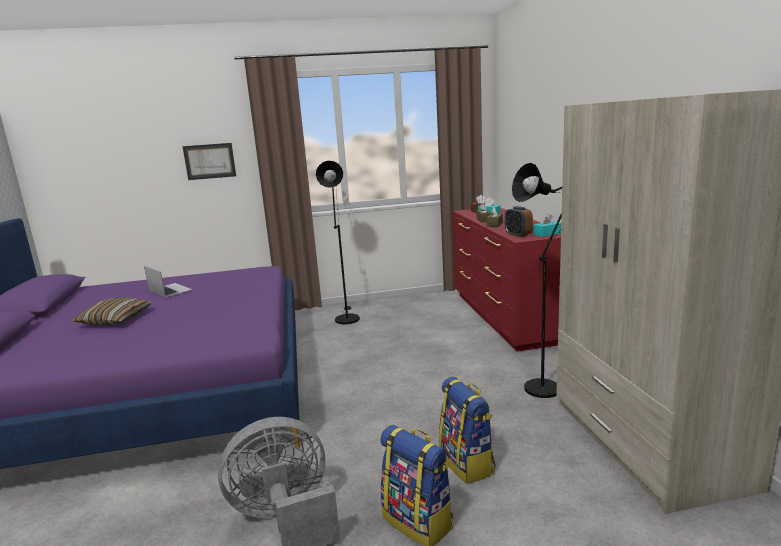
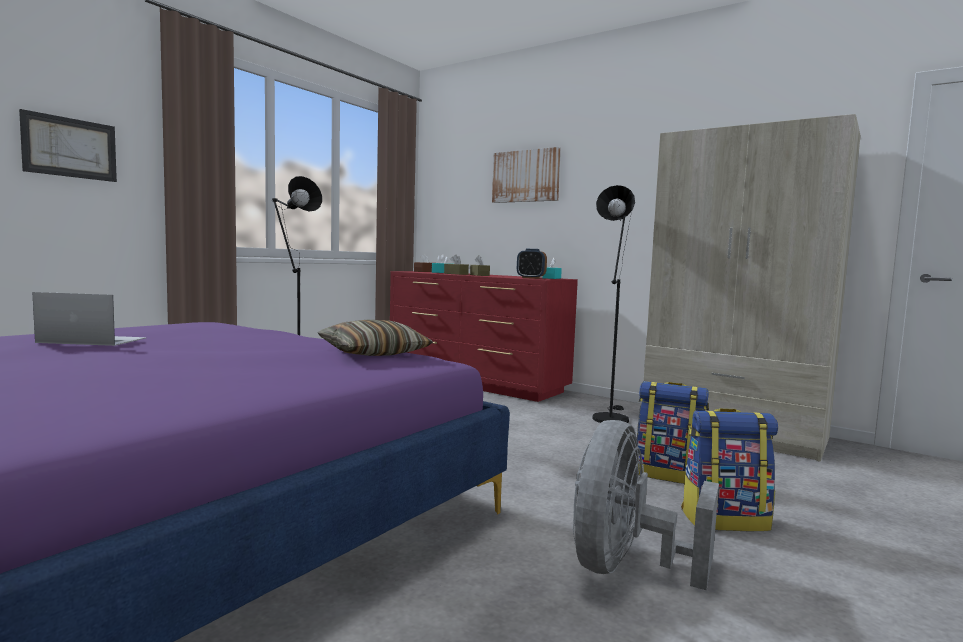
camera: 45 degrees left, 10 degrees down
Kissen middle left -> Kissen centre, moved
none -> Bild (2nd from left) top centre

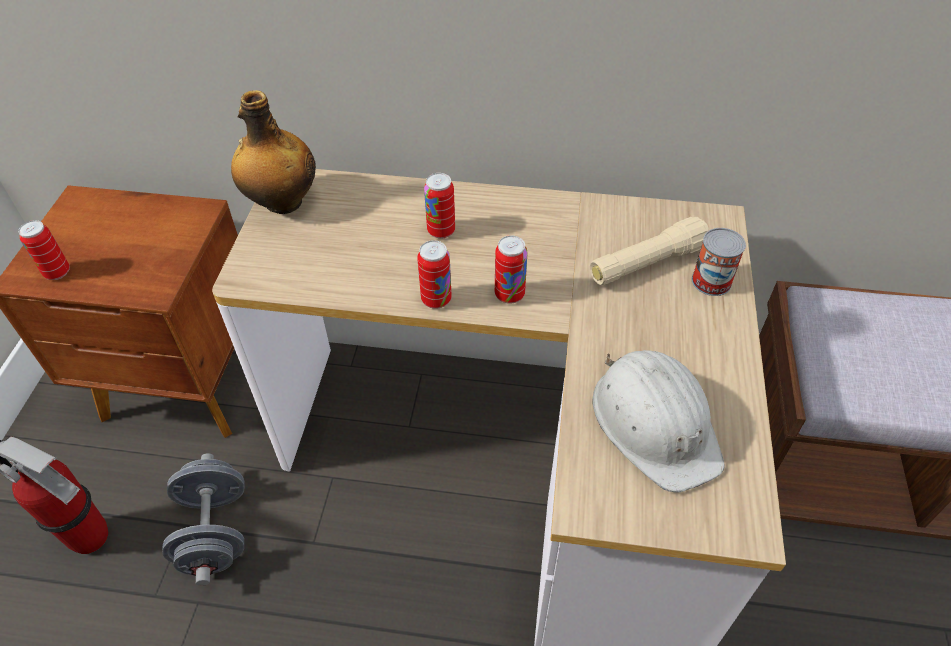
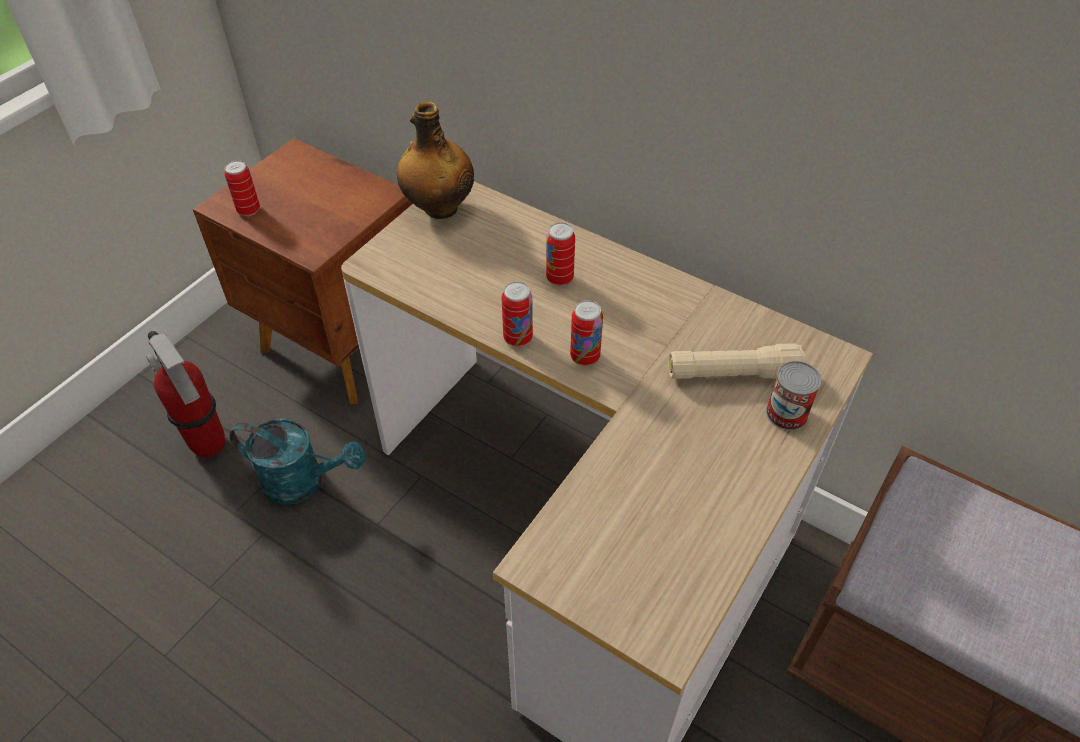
camera: 25 degrees right, 0 degrees up
Hantel/grau bottom left -> Gießkanne/türkis middle left
Schutzhelm/weiß middle right -> none

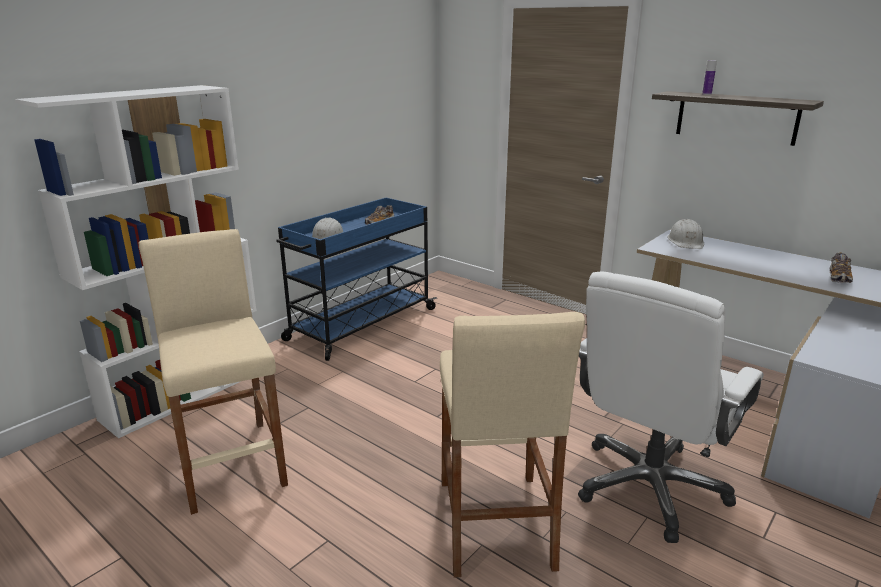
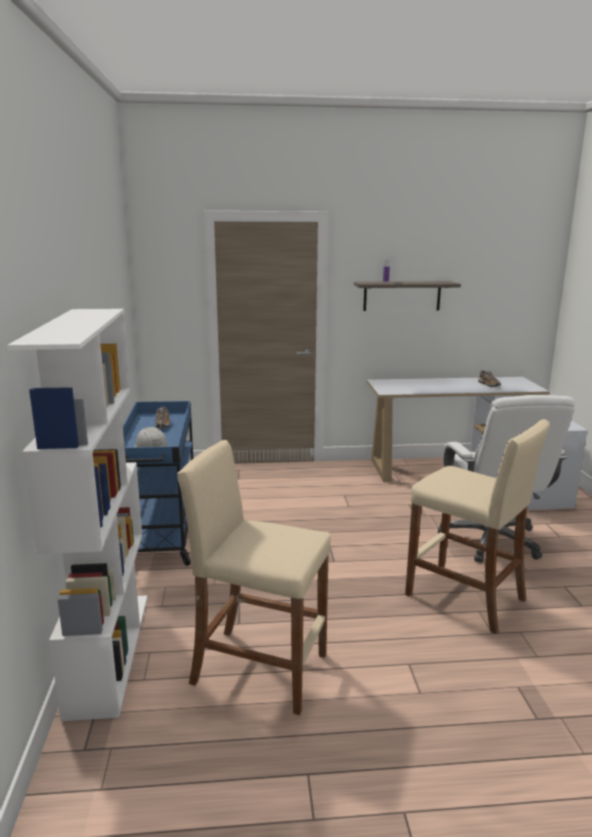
camera: 45 degrees left, 5 degrees down
Schutzhelm/weiß (2nd from left) middle right -> none

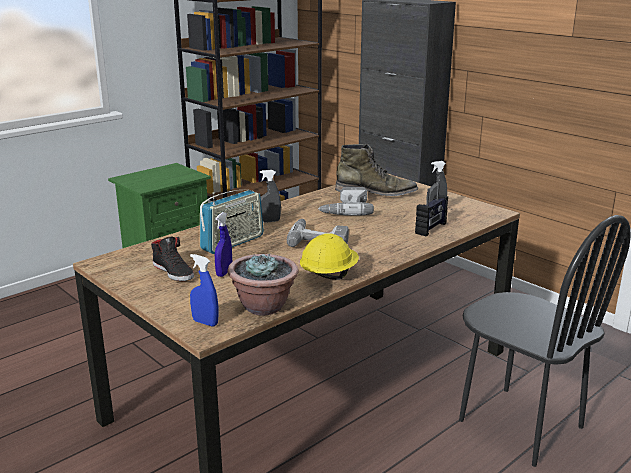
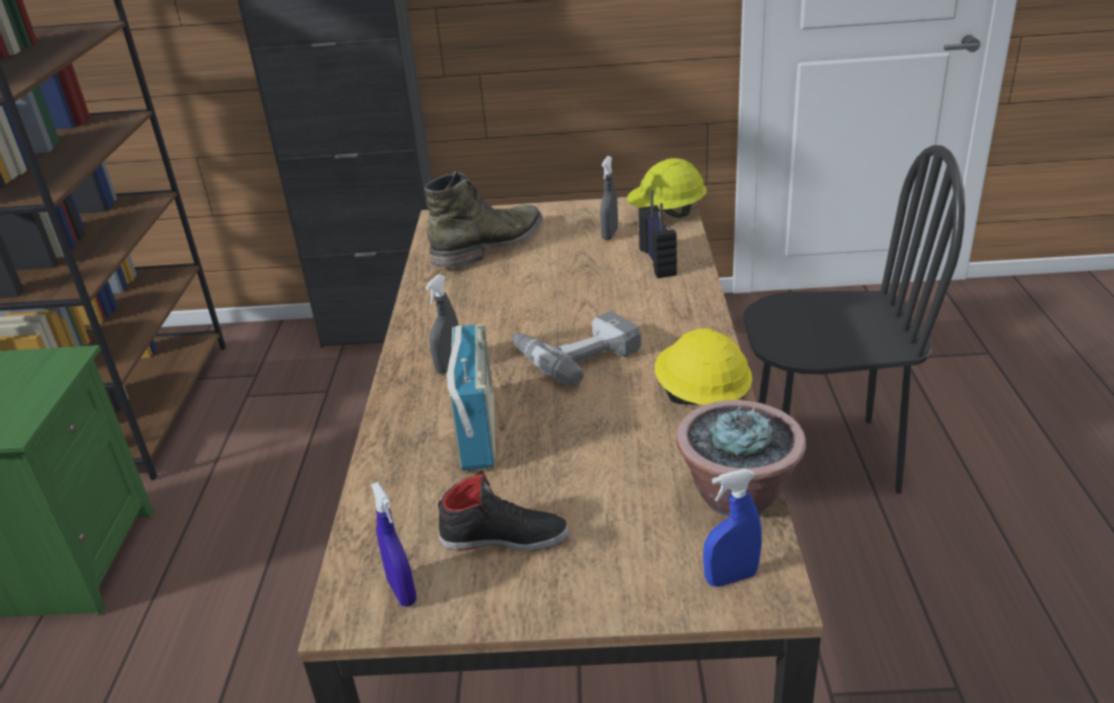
camera: 45 degrees left, 10 degrees up
Sprühflasche/blau (2nd from left in the first image) centre -> Sprühflasche/blau (1st from left) bottom centre, moved
none -> Schutzhelm/gelb (1st from left) top centre
Bohrmaschine (2nd from left) centre -> none

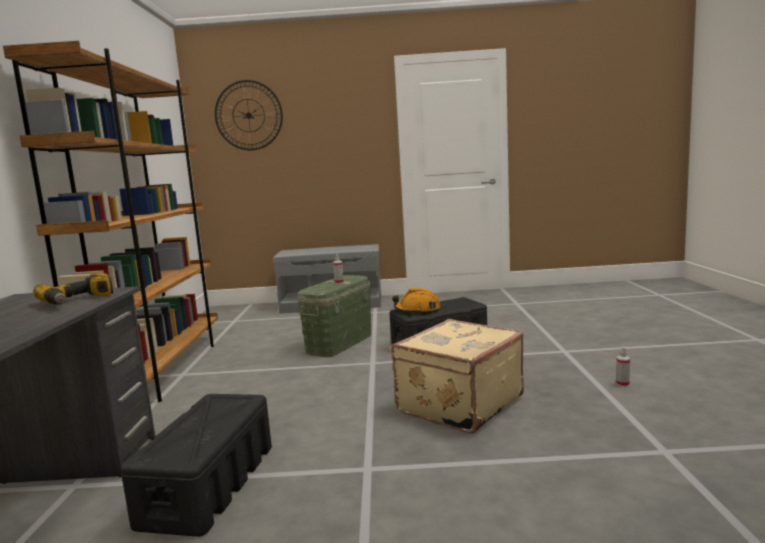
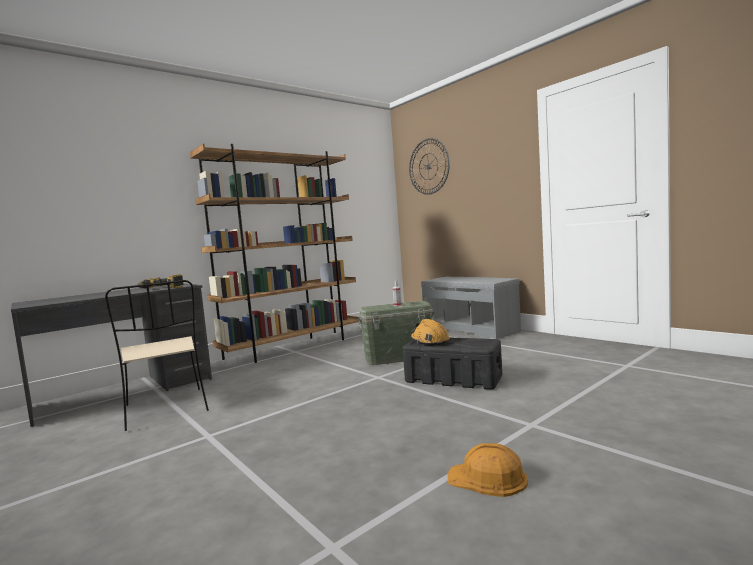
camera: 50 degrees right, 5 degrees down
Aufbewahrungsbox/schwarz (1st from left) bottom left -> Stuhl/beige middle left
Sprühflasche (2nd from left) bottom right -> Schutzhelm/orange (2nd from left) bottom centre
Koffer/beige bottom centre -> none

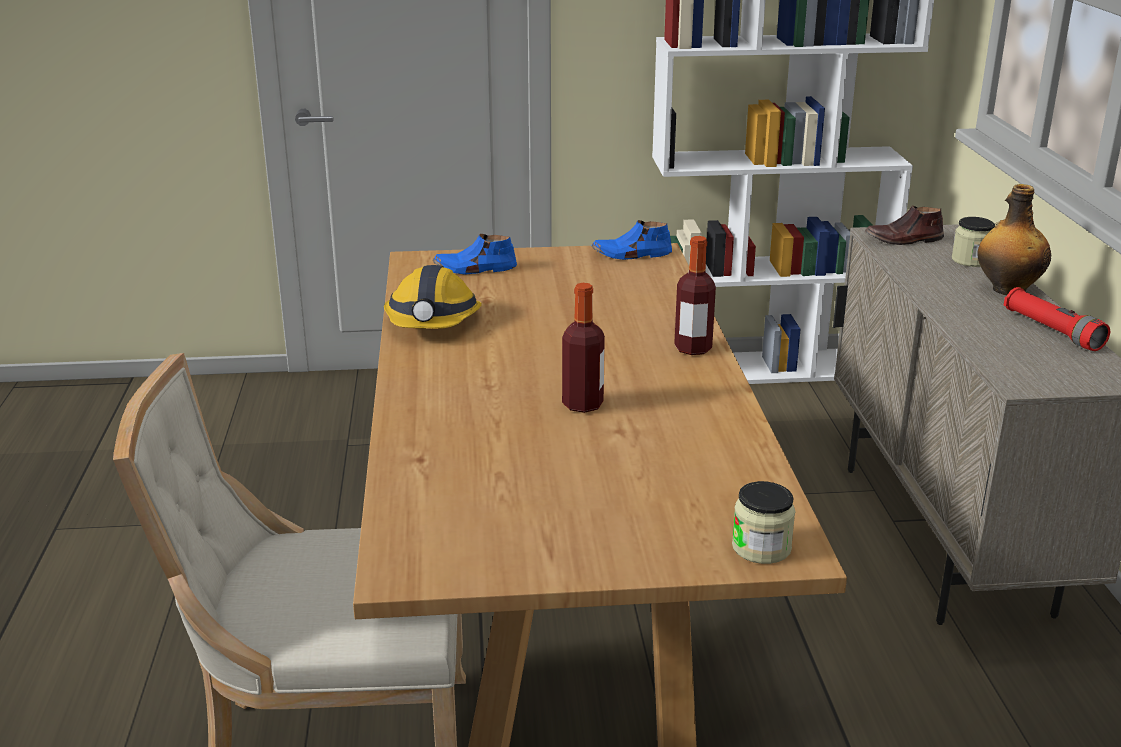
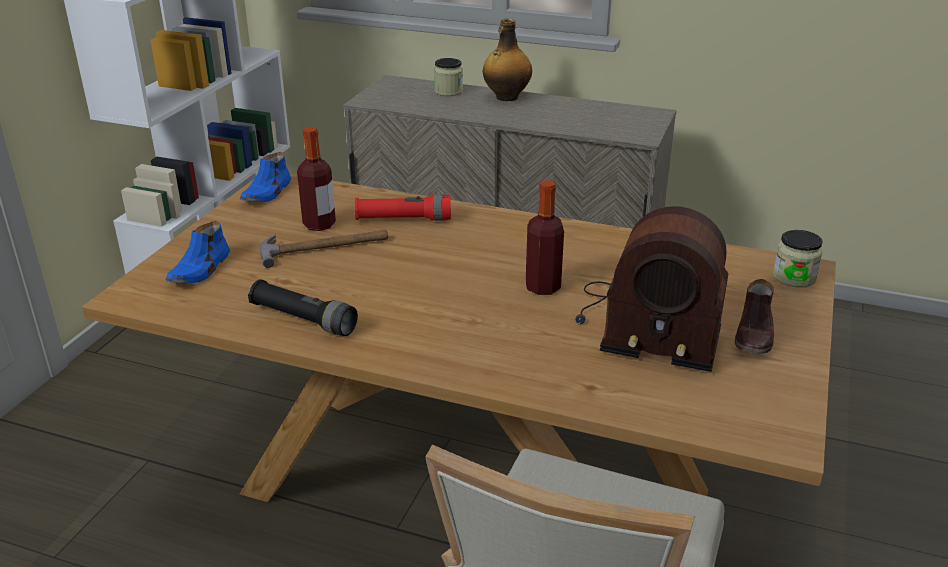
camera: 65 degrees left, 5 degrees up
Schutzhelm centre -> Taschenlampe/schwarz middle left
none -> Hammer centre
Flasche (2nd from left in the first image) centre -> Flasche (1st from left) top centre, moved
Taschenlampe/rot middle right -> Taschenlampe/rot centre, moved
none -> Radio middle right
Schuh/braun top right -> Schuh/braun middle right, moved

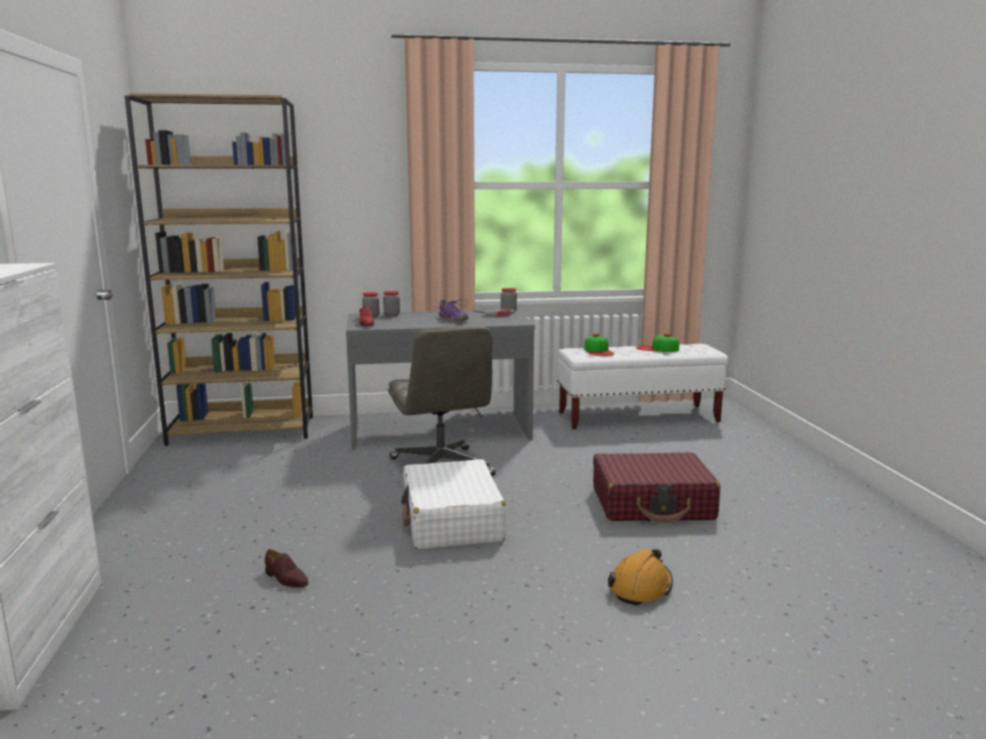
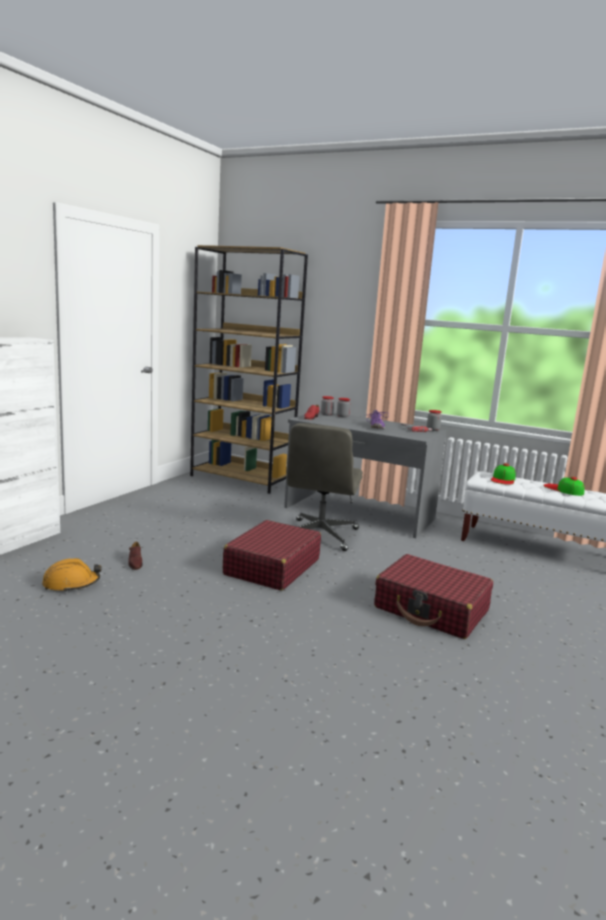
camera: 35 degrees right, 0 degrees up
Schutzhelm/orange bottom centre -> Schutzhelm/orange middle left, moved
Koffer/weiß bottom centre -> Koffer/rot (1st from left) centre

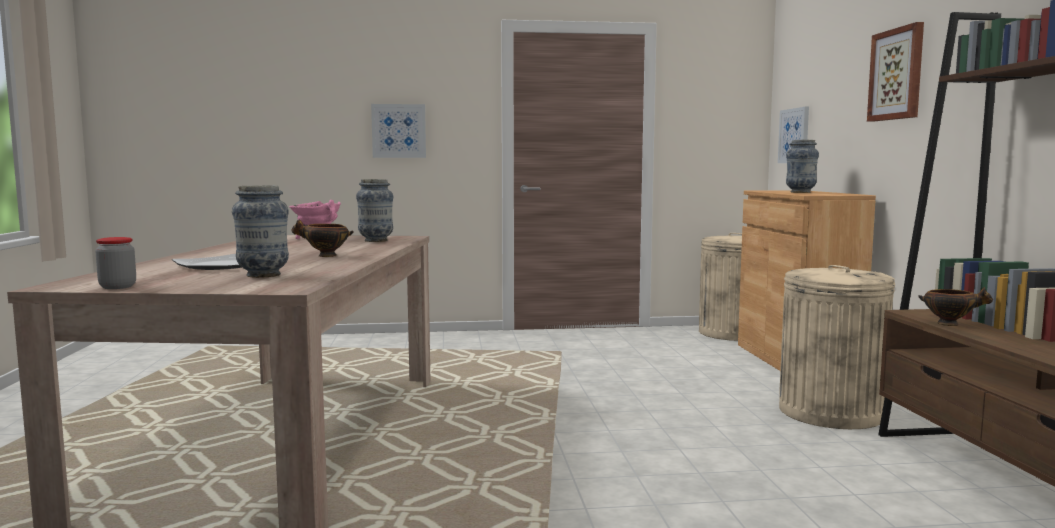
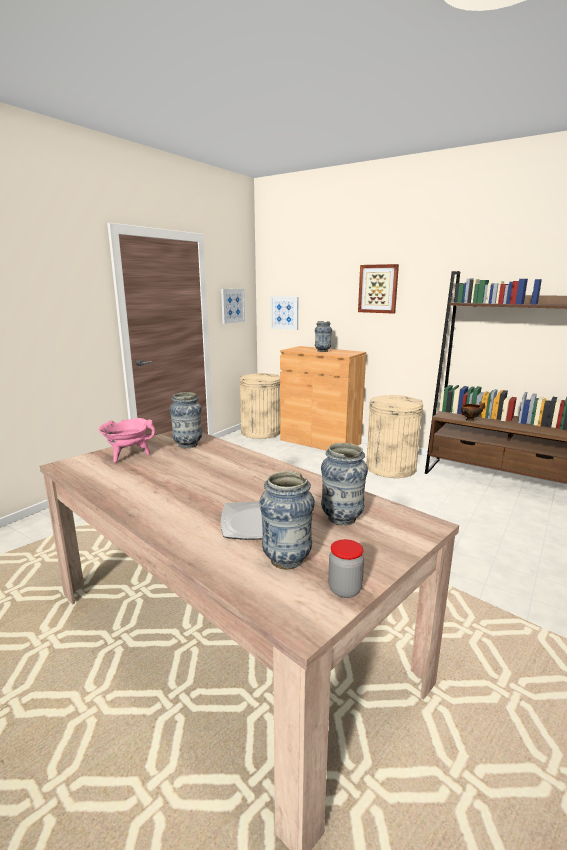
camera: 50 degrees left, 10 degrees up
Bild (1st from left) top centre -> Bild (1st from left) centre, moved
none -> Vase (2nd from left) centre
Schüssel (1st from left) middle left -> none

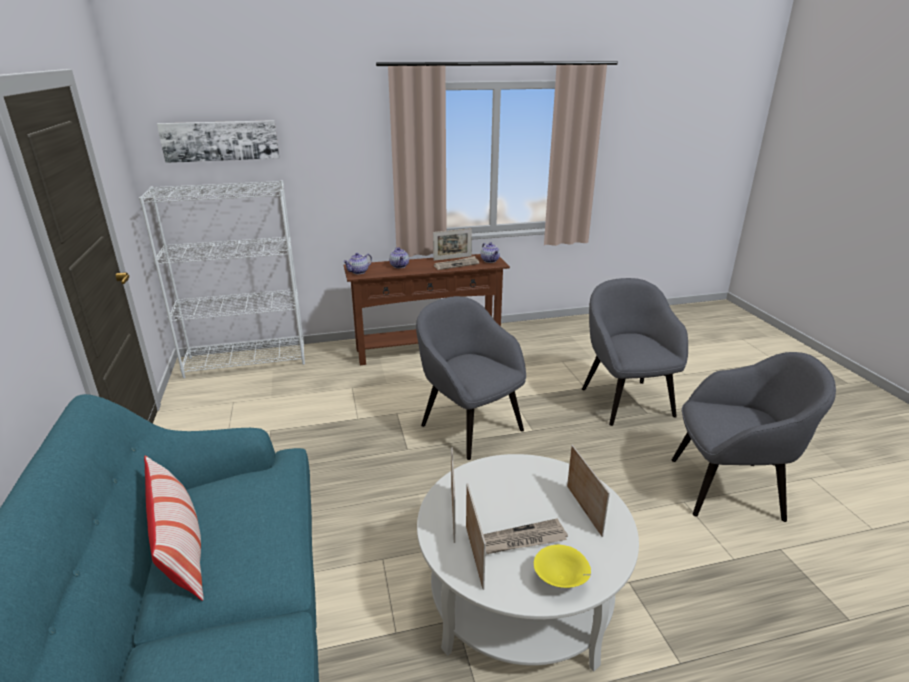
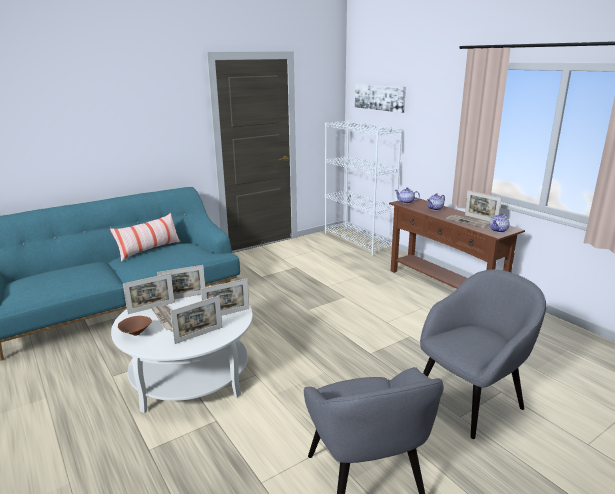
camera: 70 degrees right, 5 degrees down
Schüssel/gelb bottom centre -> Schüssel/braun middle left
none -> Bilderrahmen (4th from left) centre
Sessel/grau (1st from left) centre -> none

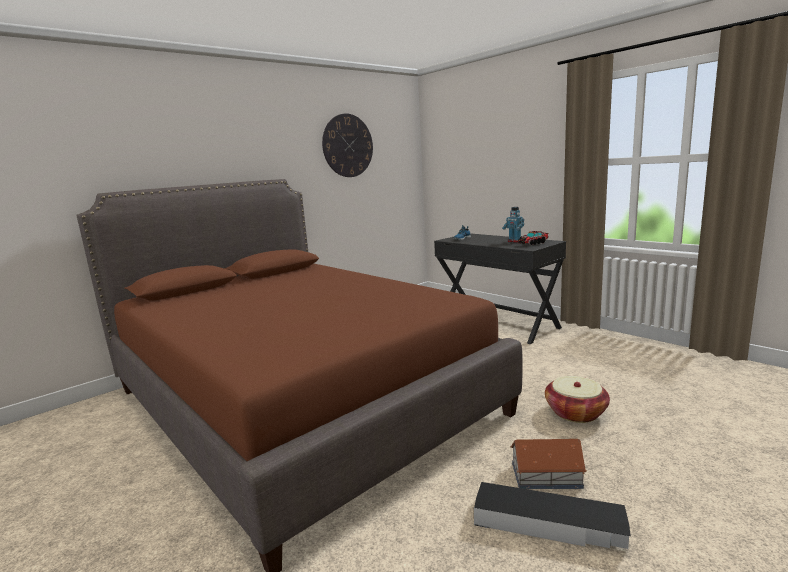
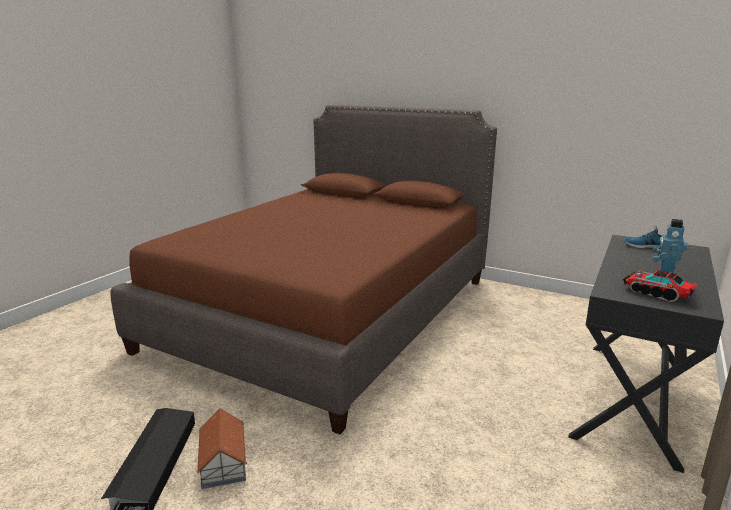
camera: 70 degrees right, 5 degrees up
Wanduhr top centre -> none
Korb bottom right -> none

